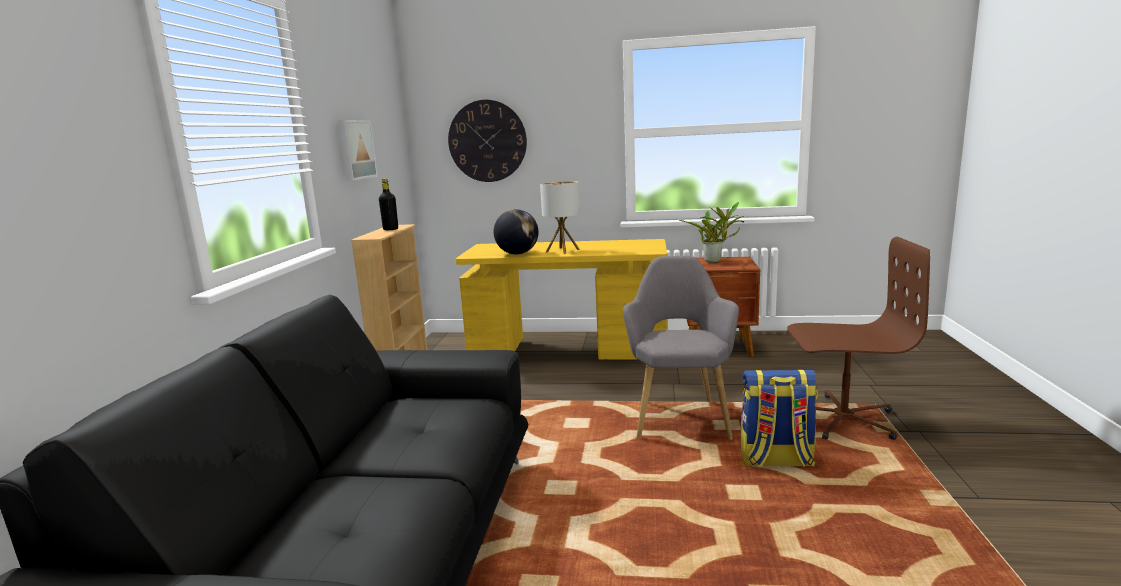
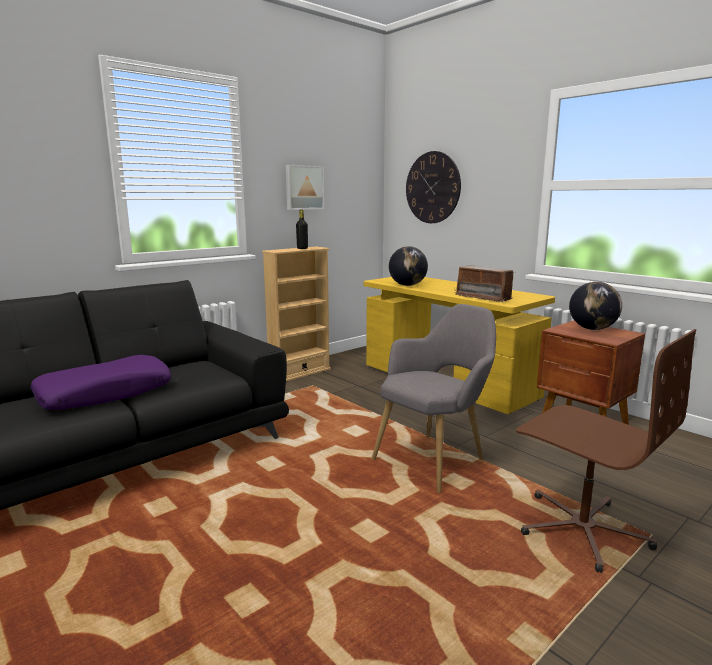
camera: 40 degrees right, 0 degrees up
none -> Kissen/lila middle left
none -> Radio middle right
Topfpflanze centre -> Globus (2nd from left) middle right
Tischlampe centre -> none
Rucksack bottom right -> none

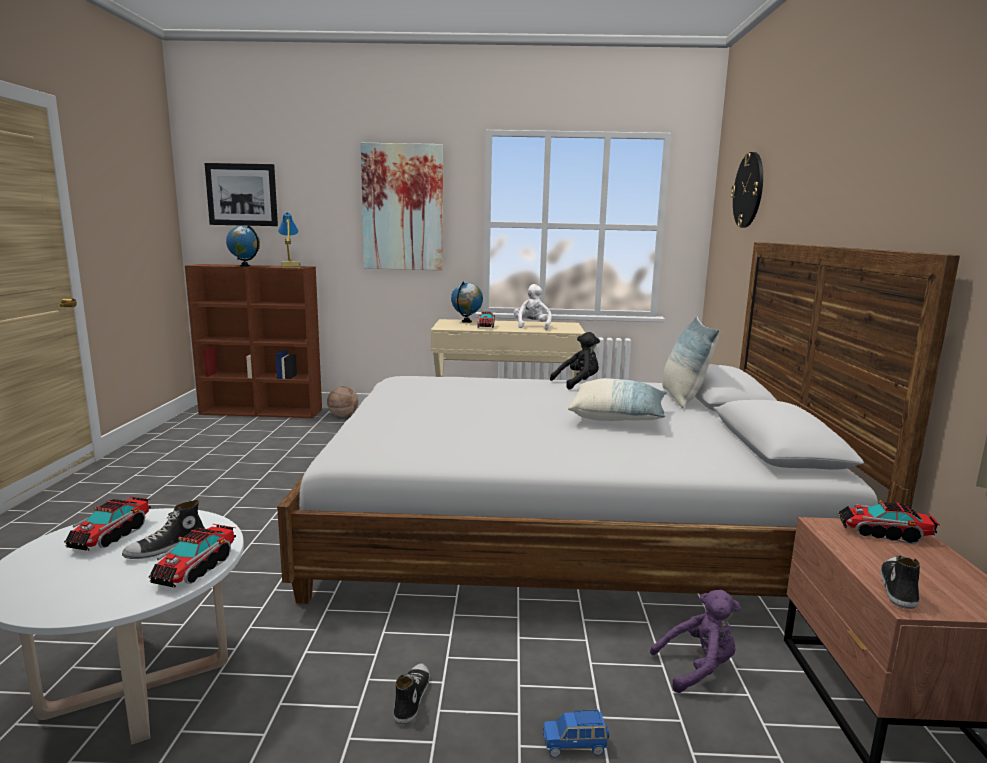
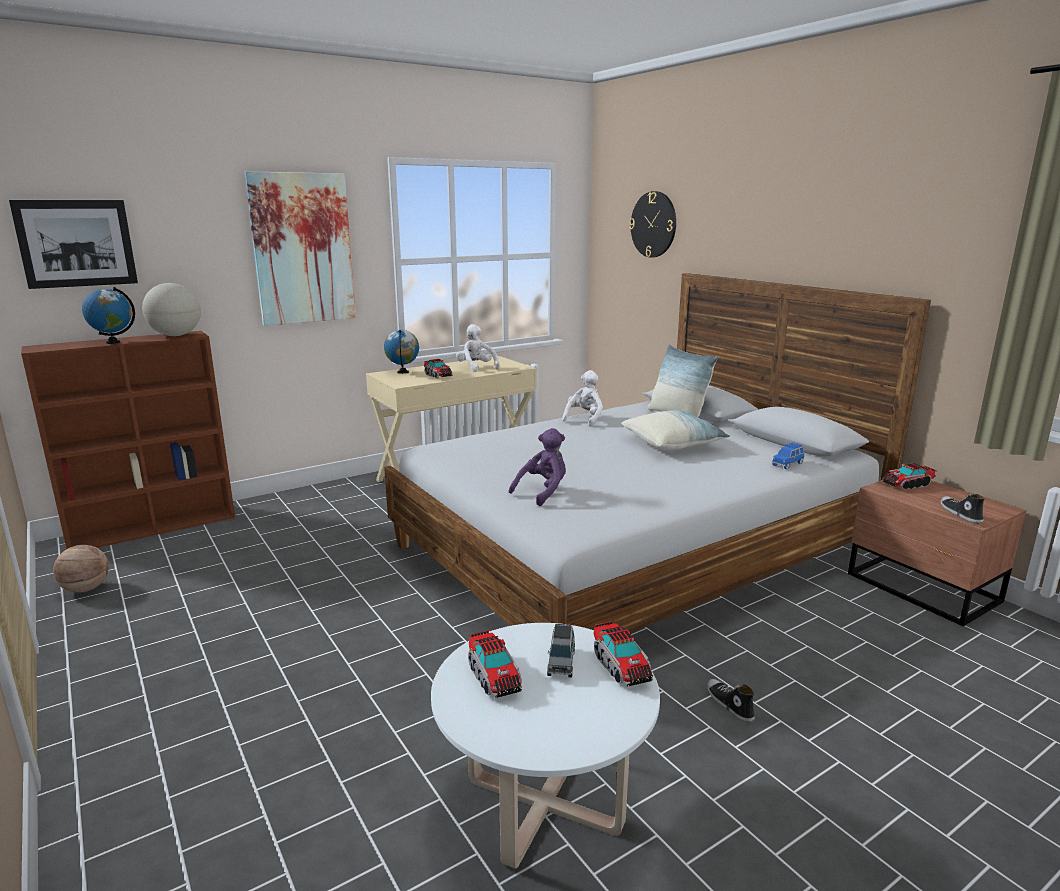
camera: 35 degrees left, 5 degrees up
Basketball centre -> Basketball middle left, moved
Tischlampe top left -> Globus (2nd from left) middle left
Plüschtier/lila bottom right -> Plüschtier/lila centre, moved
Schuh (1st from left) bottom left -> Spielzeugauto/grau bottom centre
Plüschtier/schwarz centre -> Plüschtier/weiß (2nd from left) centre
Spielzeugauto/blau bottom centre -> Spielzeugauto/blau middle right, moved

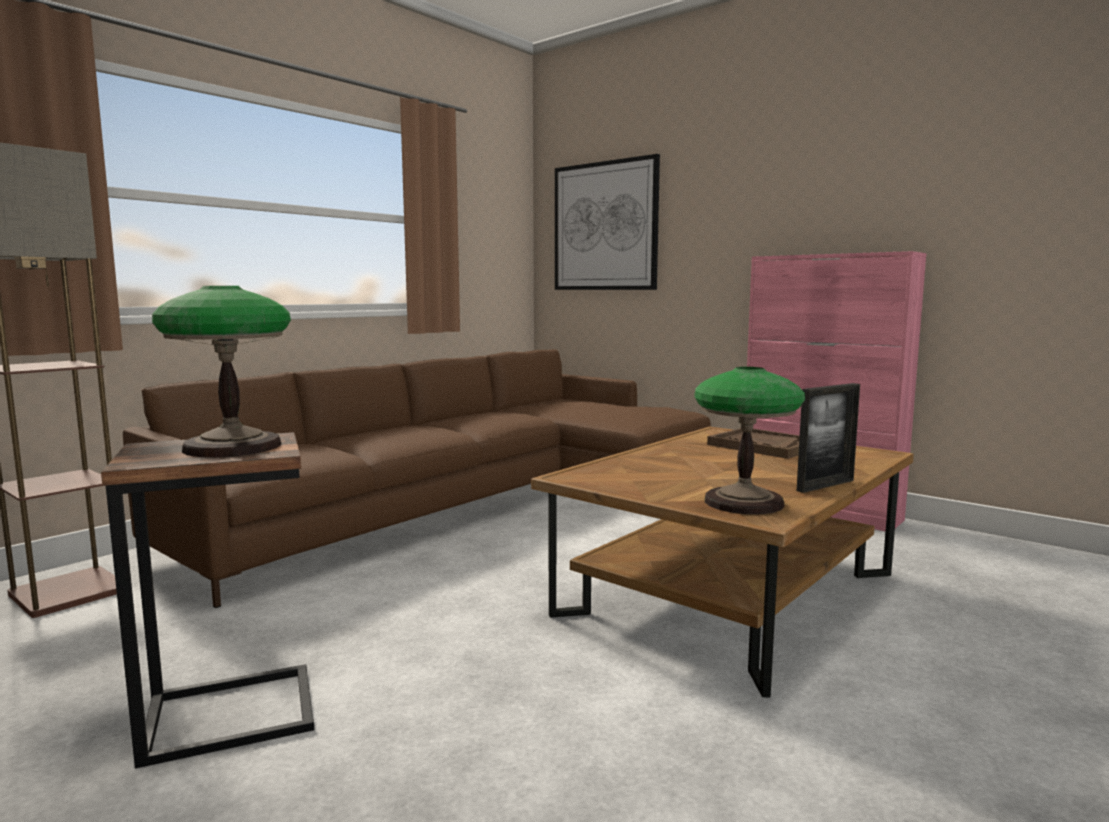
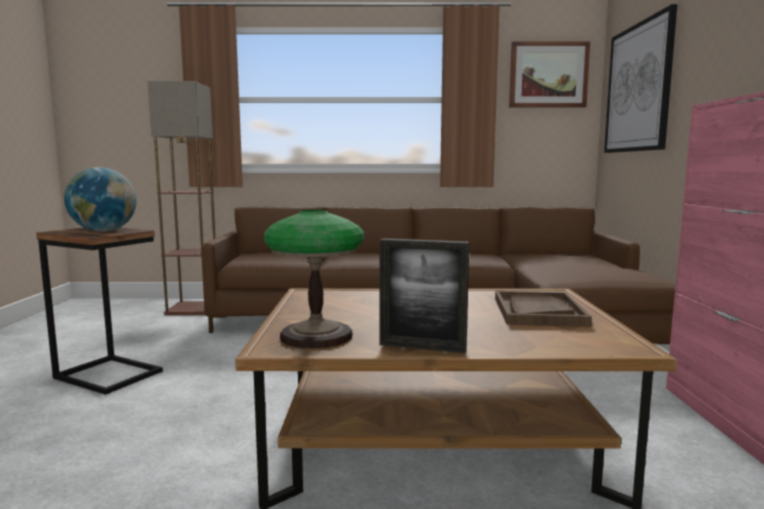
camera: 50 degrees right, 0 degrees up
Tischlampe (1st from left) middle left -> Globus middle left
none -> Bild (1st from left) top right

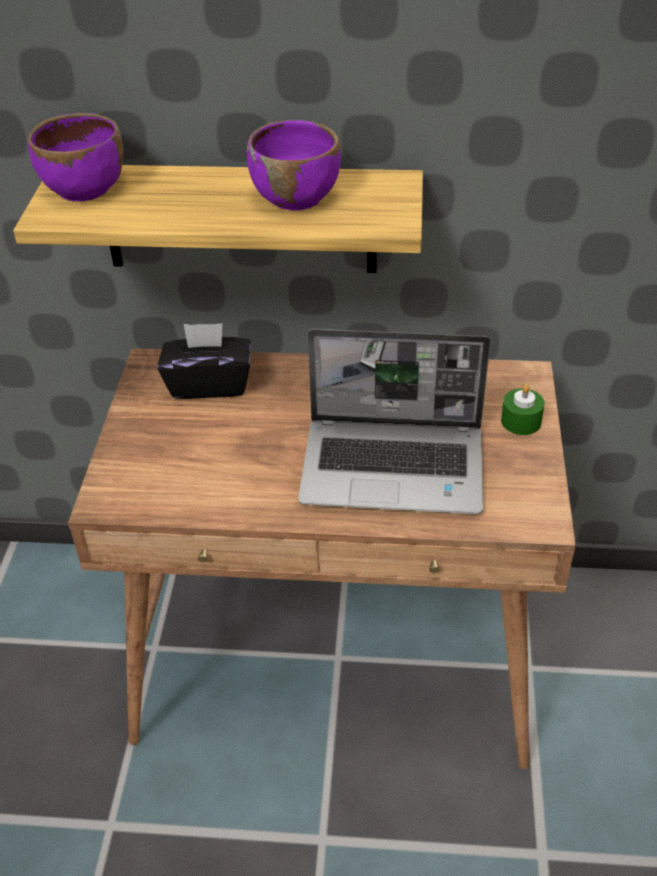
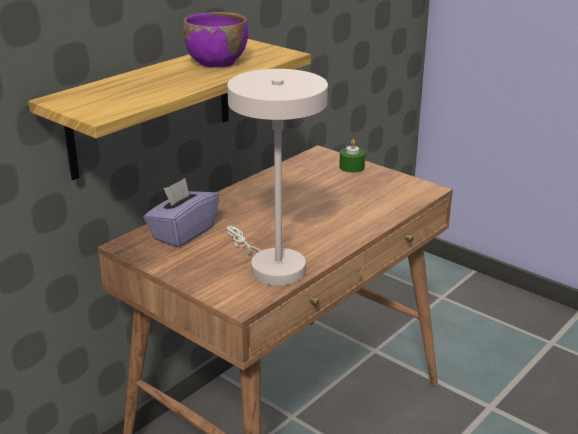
camera: 55 degrees left, 15 degrees down
Taschentuchbox/schwarz middle left -> Taschentuchbox/lila middle left
none -> Tischlampe/weiß centre
Schüssel/lila (1st from left) top left -> none
Laptop centre -> none

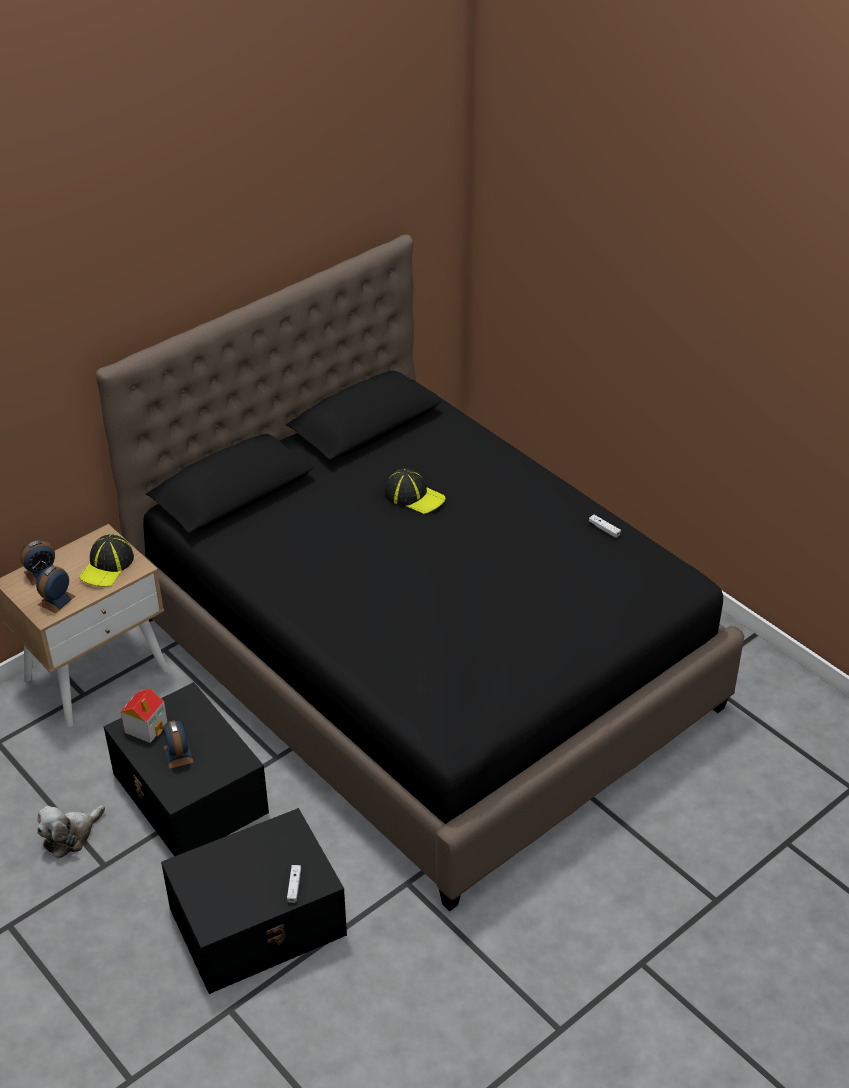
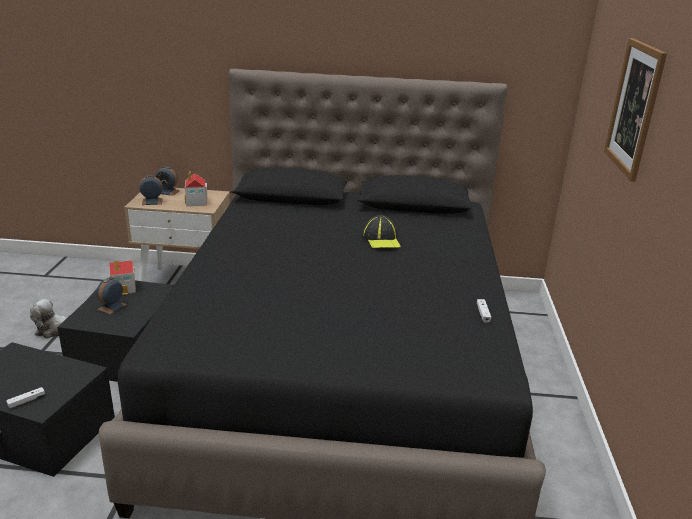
camera: 45 degrees right, 15 degrees down
Kappe (1st from left) middle left -> Spielzeughaus (2nd from left) middle left
none -> Bild top right

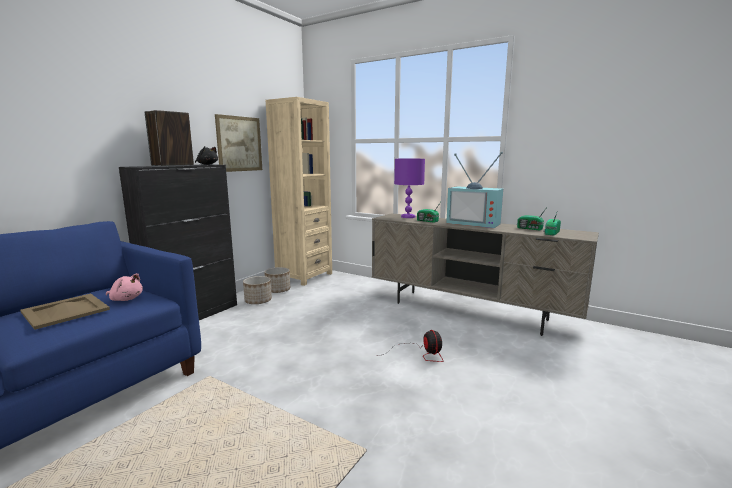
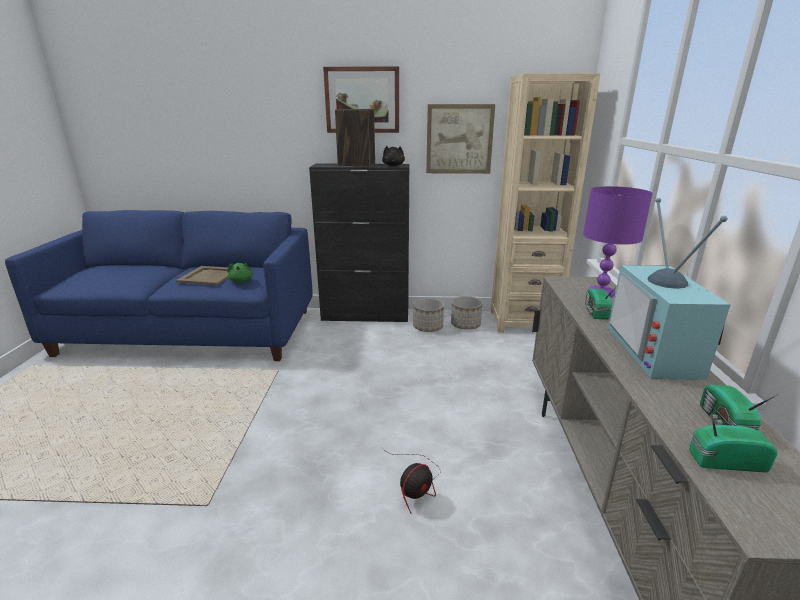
camera: 60 degrees right, 10 degrees up
Plüschtier/rosa middle left -> Plüschtier/grün middle left
none -> Bild (1st from left) top centre

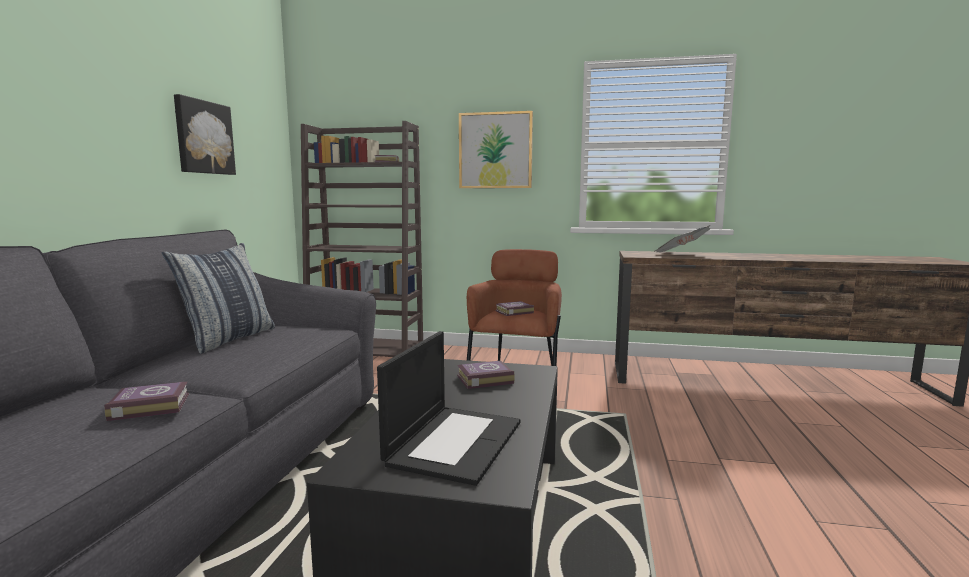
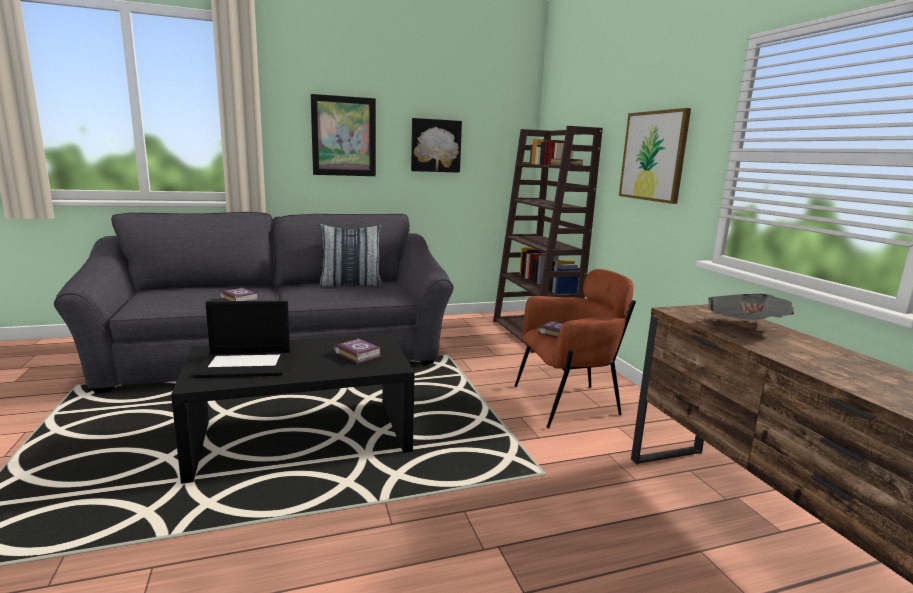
camera: 60 degrees right, 5 degrees up
none -> Bild (1st from left) top centre

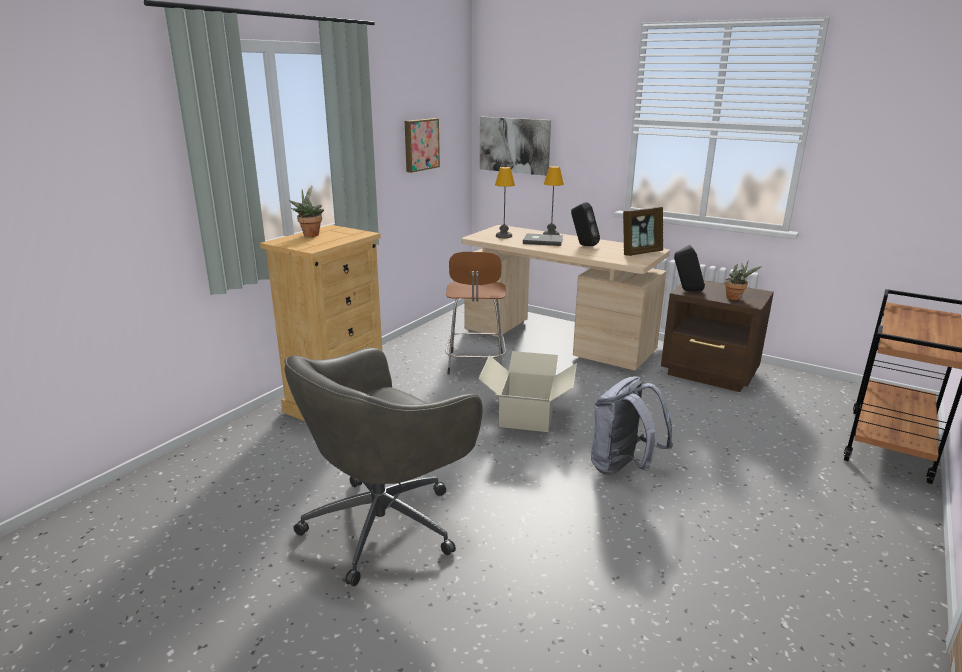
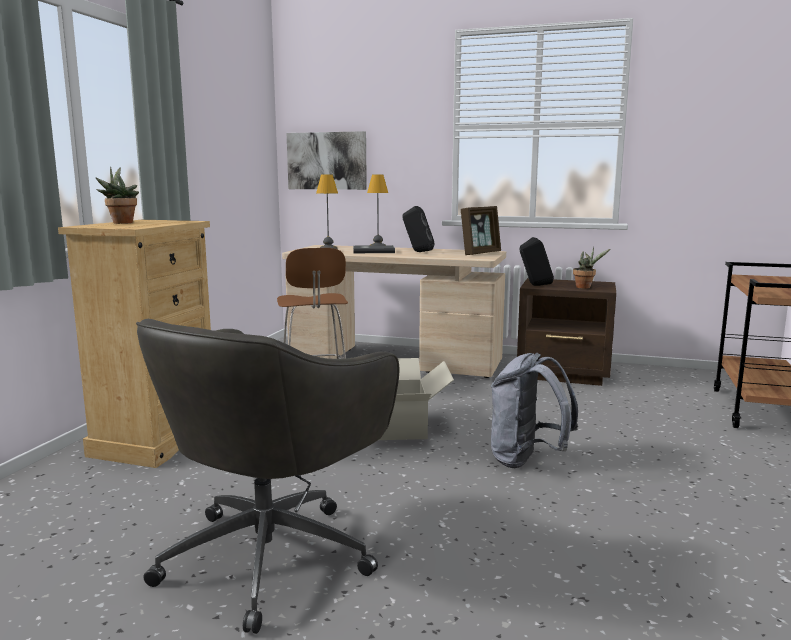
camera: 15 degrees left, 10 degrees down
Bild (1st from left) top centre -> none

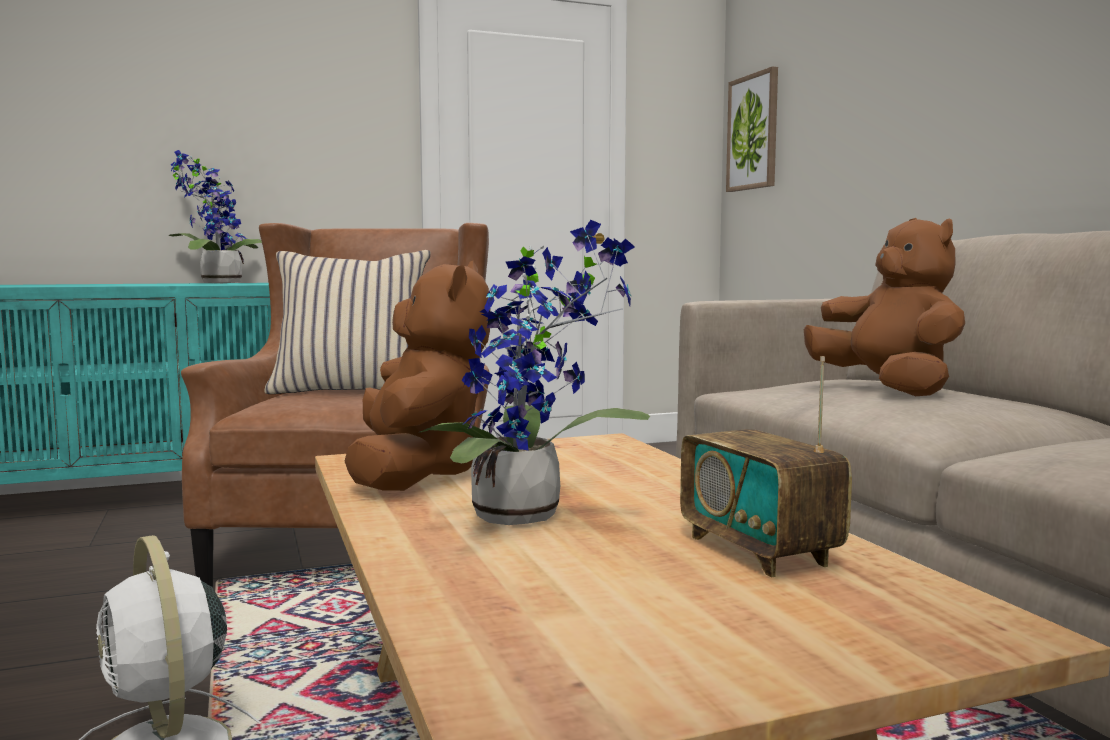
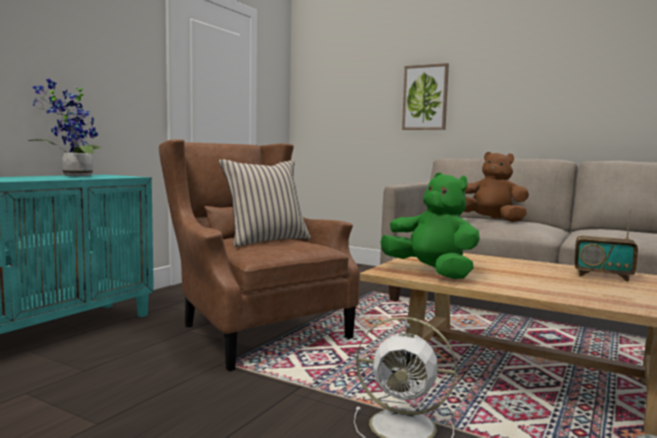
camera: 40 degrees left, 0 degrees up
Plüschtier/braun (1st from left) centre -> Plüschtier/grün centre
Bild top right -> Bild top centre, moved
Topfpflanze (2nd from left) centre -> none

